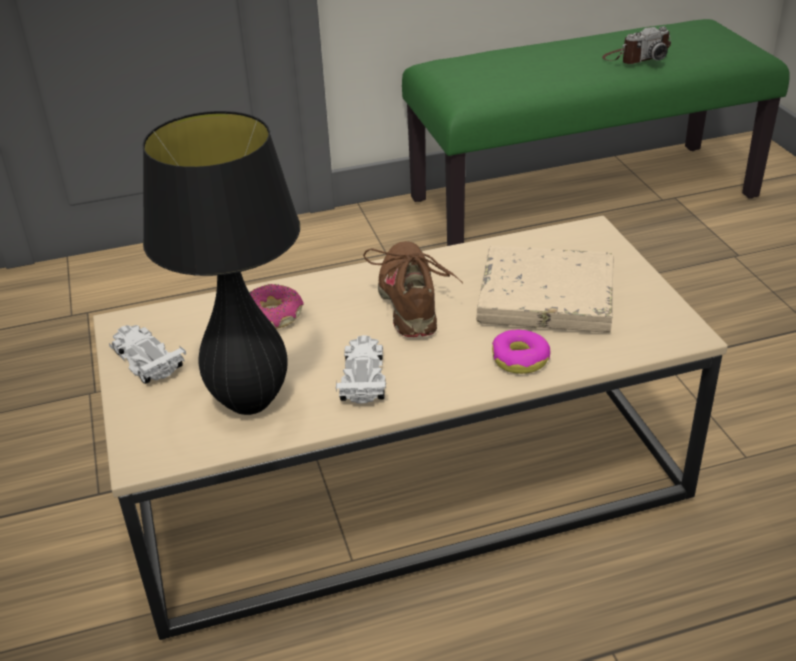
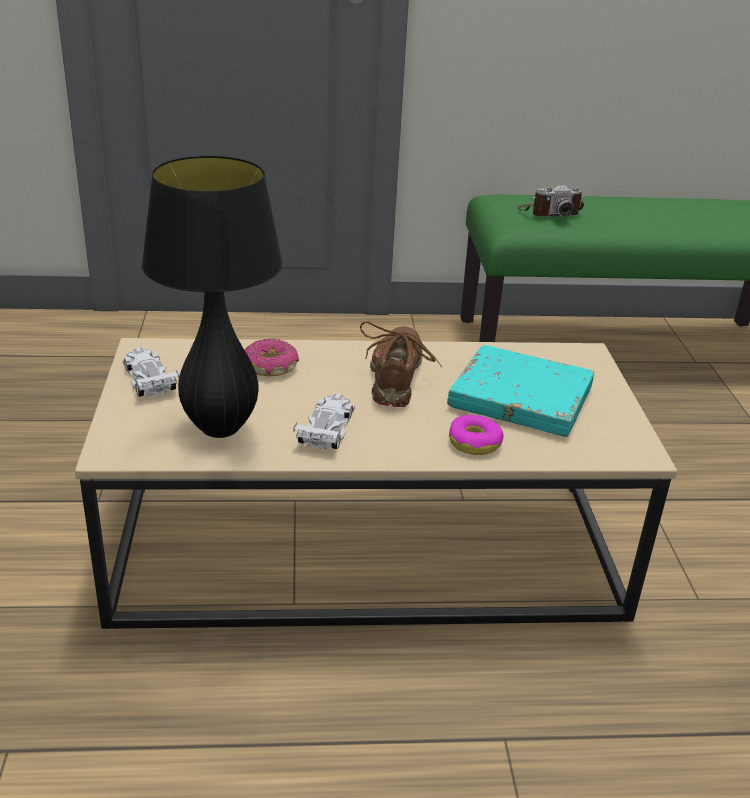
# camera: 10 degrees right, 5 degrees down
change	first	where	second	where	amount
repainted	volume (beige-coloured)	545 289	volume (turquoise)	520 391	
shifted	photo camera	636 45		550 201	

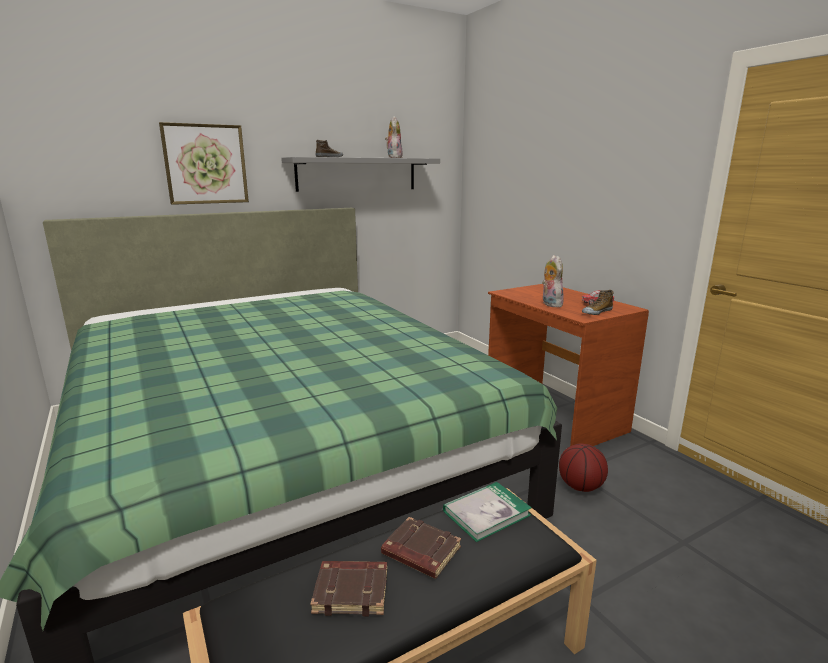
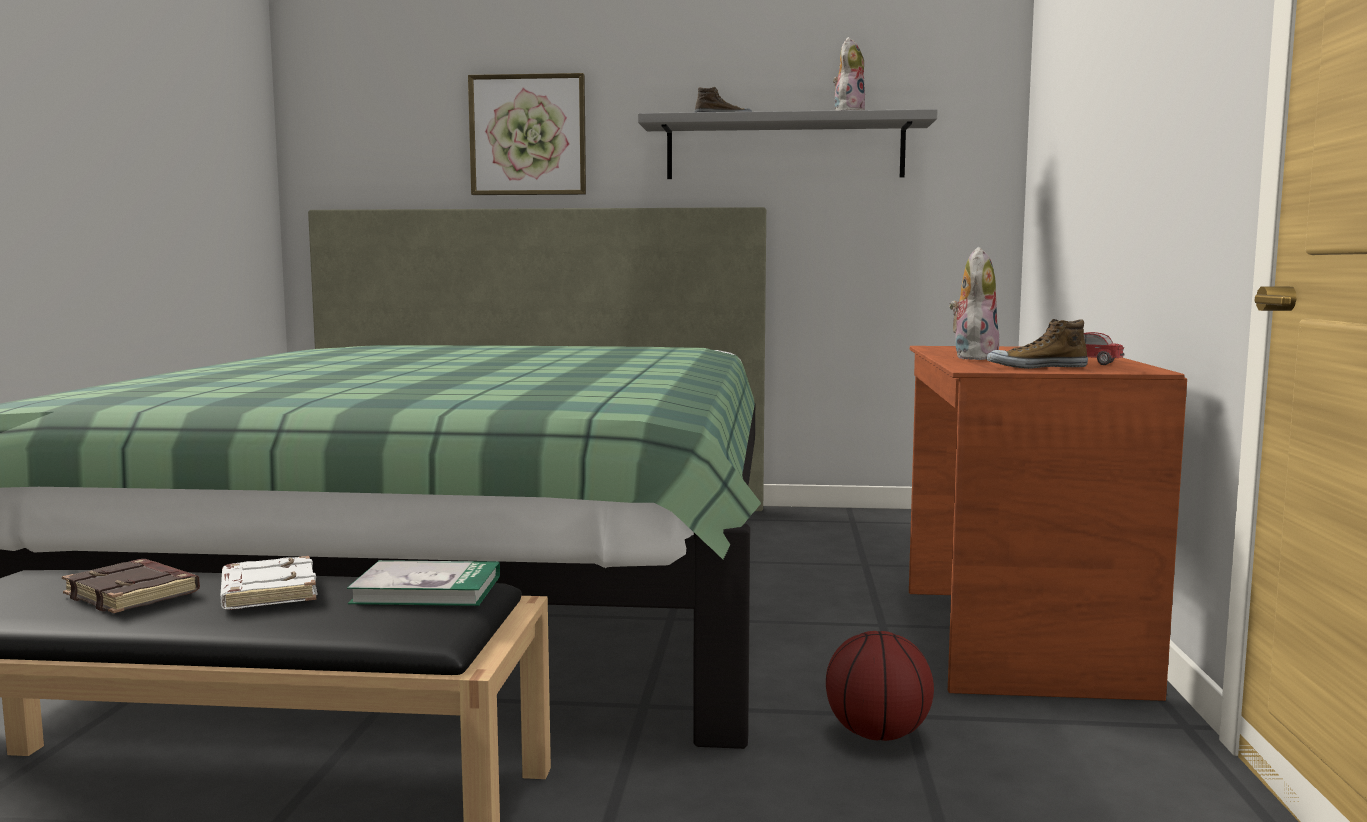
# camera: 35 degrees right, 10 degrees down
change	first	where	second	where	amount
repainted	volume (brown-coloured)	421 548	volume (whitish)	269 583	

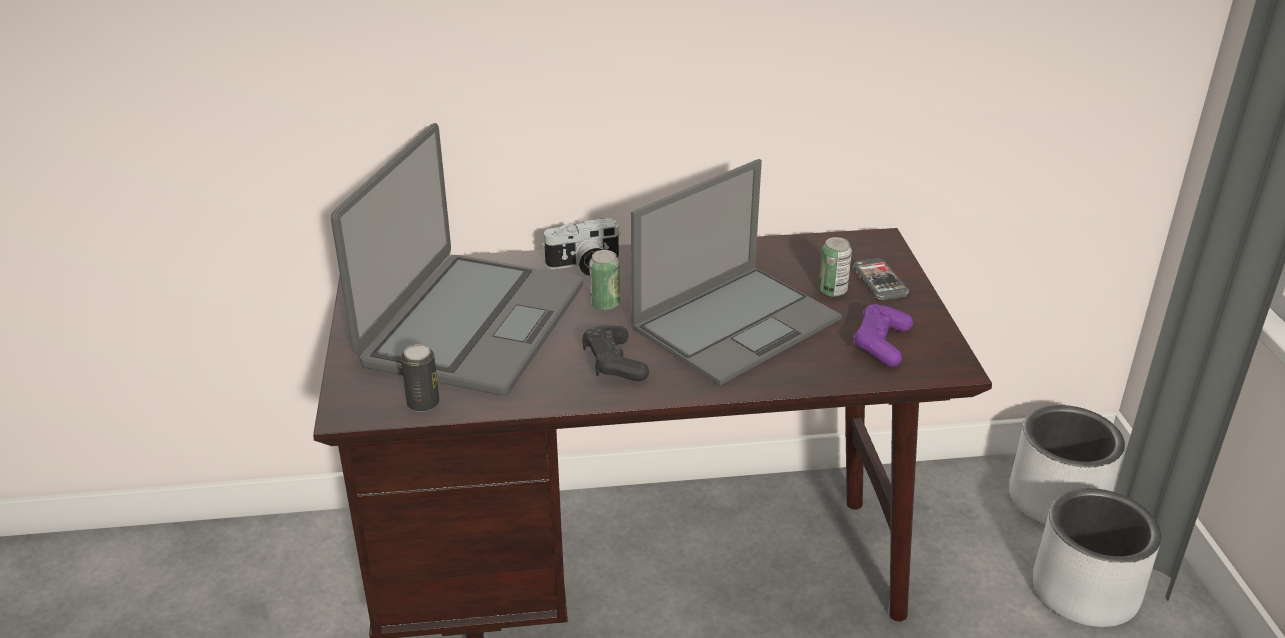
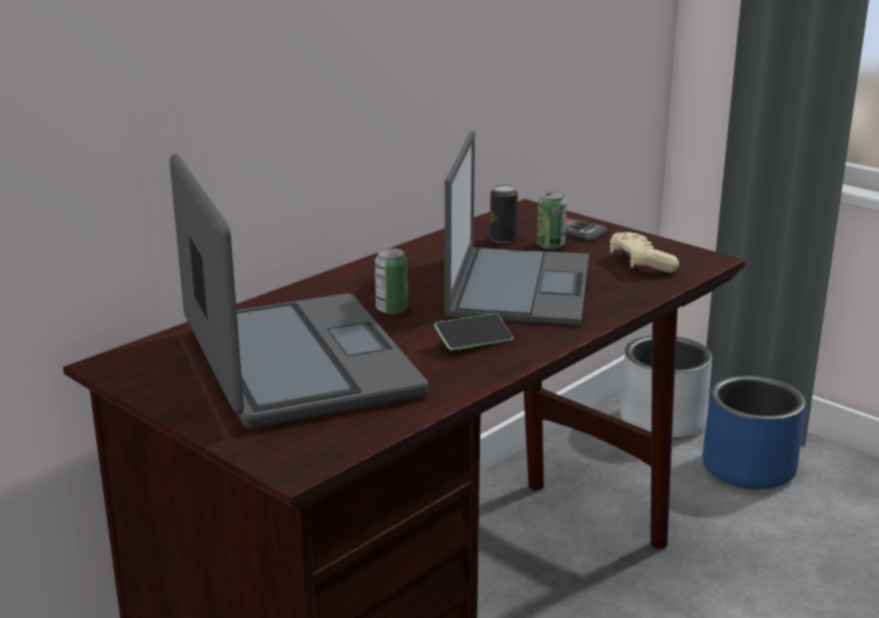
# camera: 40 degrees left, 10 degrees down
change	first	where	second	where	amount
swapped	game controller (blackish)	615 353	phone	473 332	
shifted	sealed can	420 378		504 214	
repainted	game controller (purple-coloured)	883 335	game controller (beige-coloured)	644 252	
repainted	flower pot (greyish)	1097 557	flower pot (blue-coloured)	754 432	
gone	photo camera	581 247			

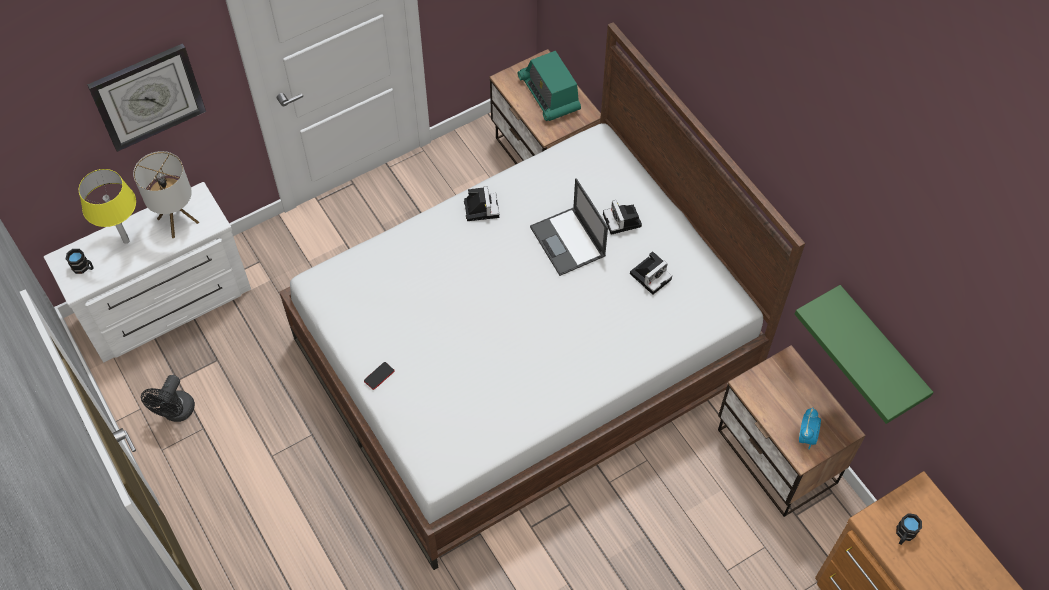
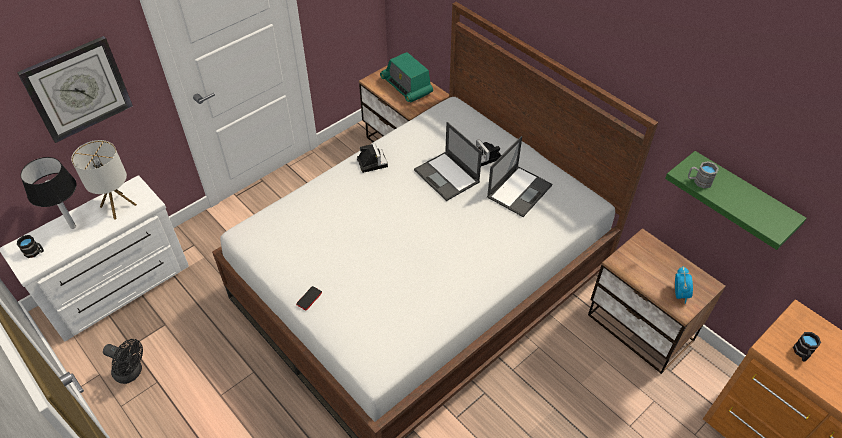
# camera: 10 degrees left, 10 degrees down
change	first	where	second	where	amount
repainted	table lamp (yellow)	107 206	table lamp (blackish)	48 193	
rotated	fan (blackish)	168 398		123 361	75 degrees counterclockwise
swapped	photo camera	651 273	portable computer	519 176	
new			tea mug (greyish)	703 175	

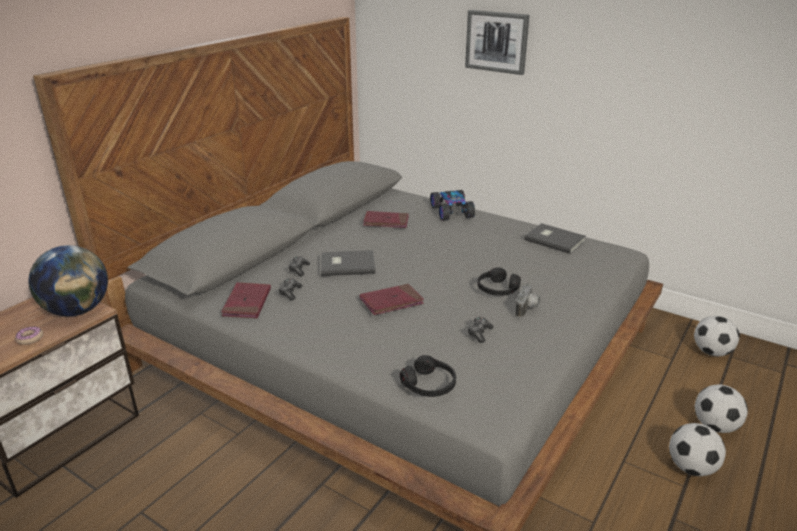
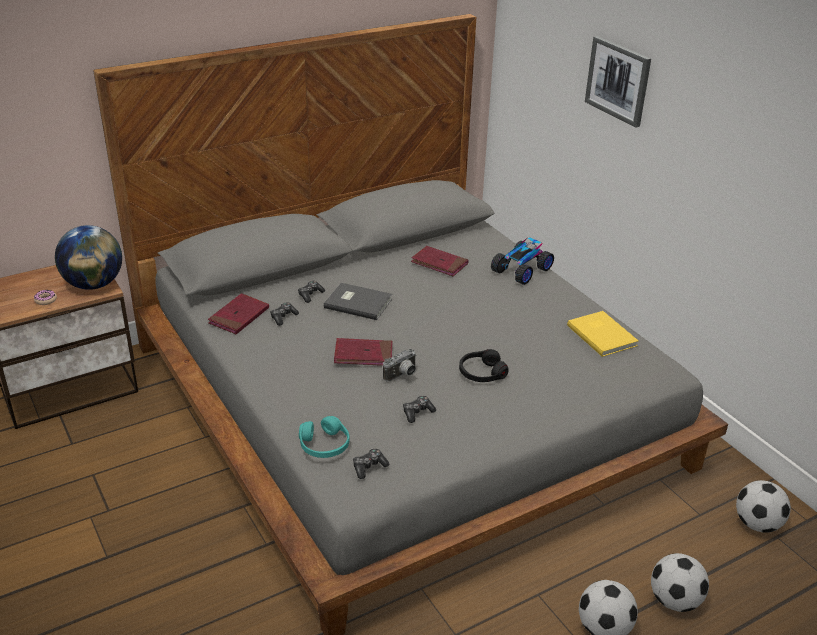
# camera: 25 degrees right, 5 degrees up
change	first	where	second	where	amount
repainted	headset (blackish)	428 376	headset (turquoise)	324 437	
new			game controller	371 464	
shifted	photo camera	528 301		399 365	
rotated	model car	452 205		522 261	150 degrees counterclockwise
repainted	volume (greyish)	555 238	volume (yellow)	603 334	

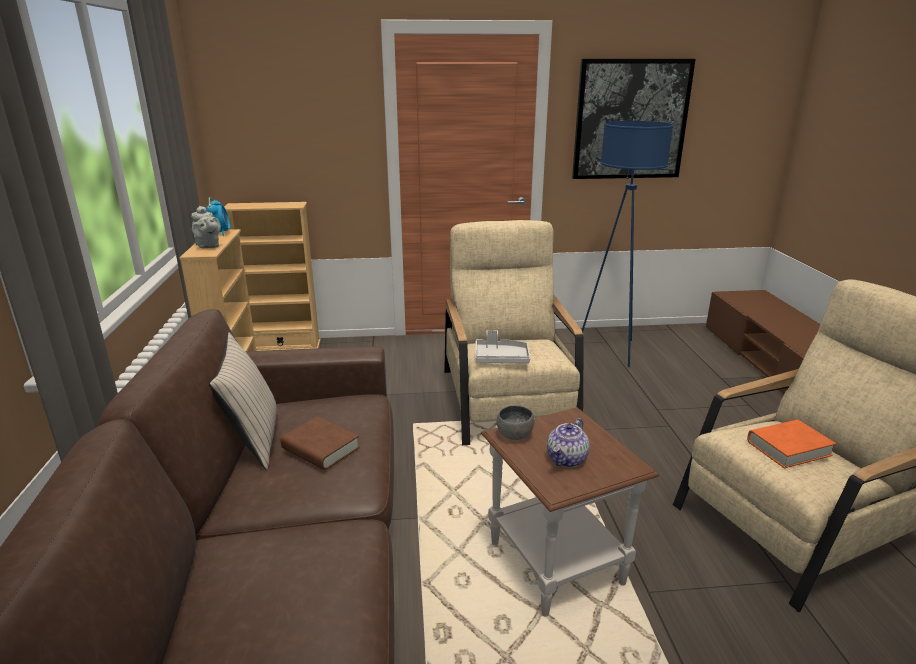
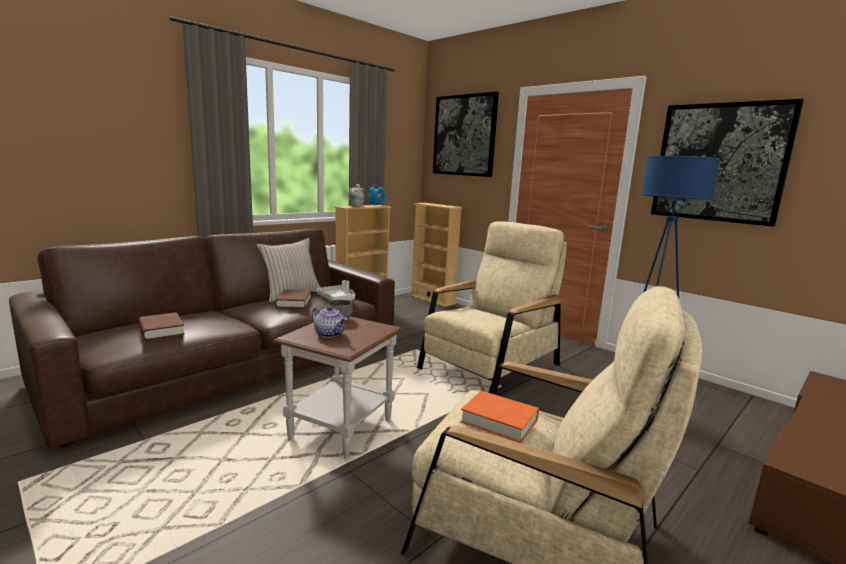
# camera: 50 degrees right, 10 degrees down
change	first	where	second	where	amount
new			volume (brown-coloured)	162 326	
rotated	teapot	568 442		330 322	135 degrees counterclockwise
shifted	serving tray (greyish)	503 346		335 290	
new			picture	466 134	

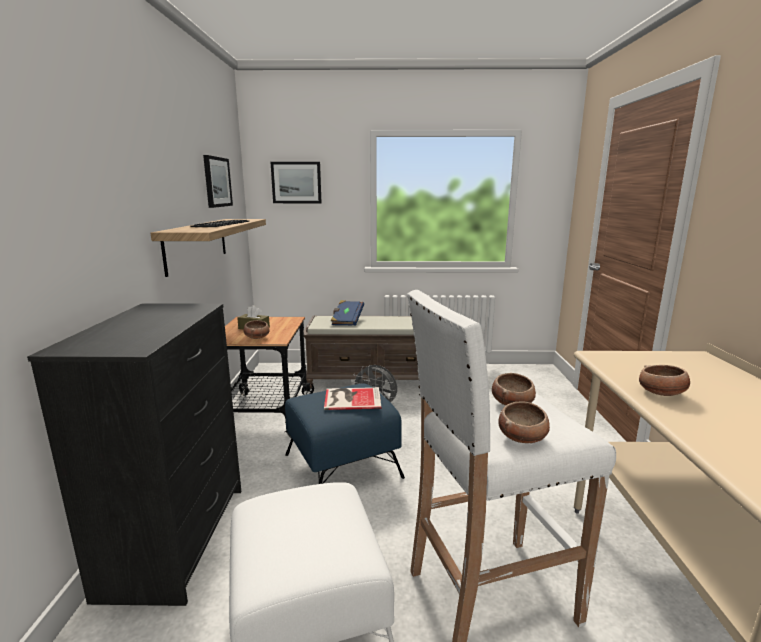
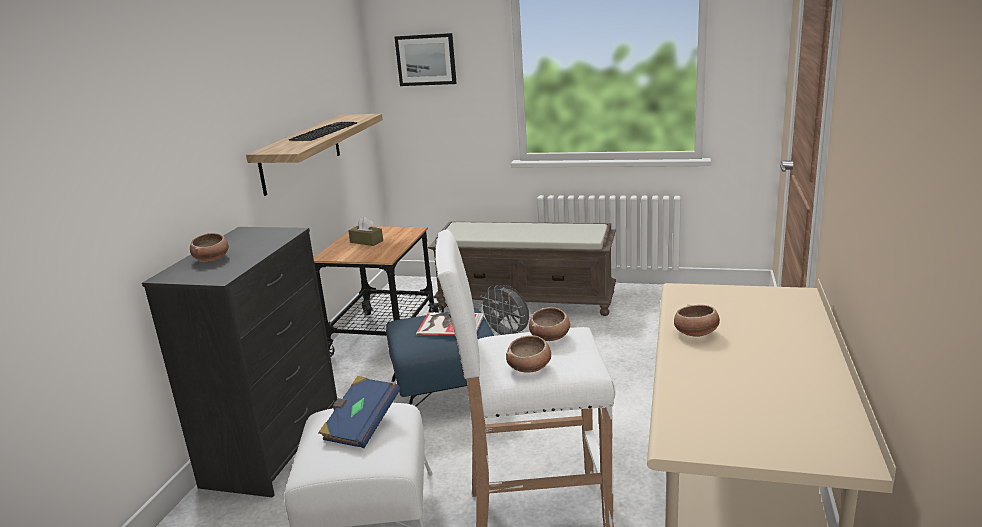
# camera: 15 degrees right, 5 degrees up
change	first	where	second	where	amount
shifted	serving bowl	256 329		209 247	
shifted	volume (blue-coloured)	347 313		359 412	
gone	picture	218 181			

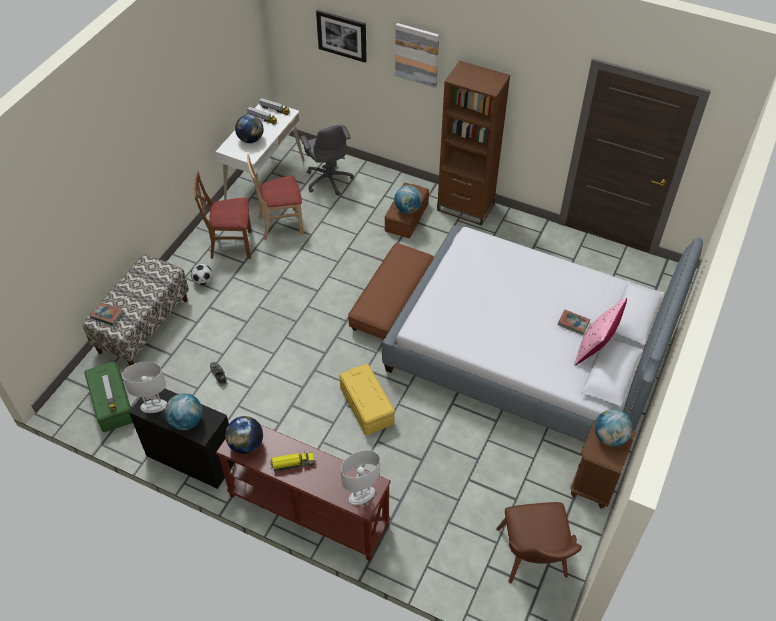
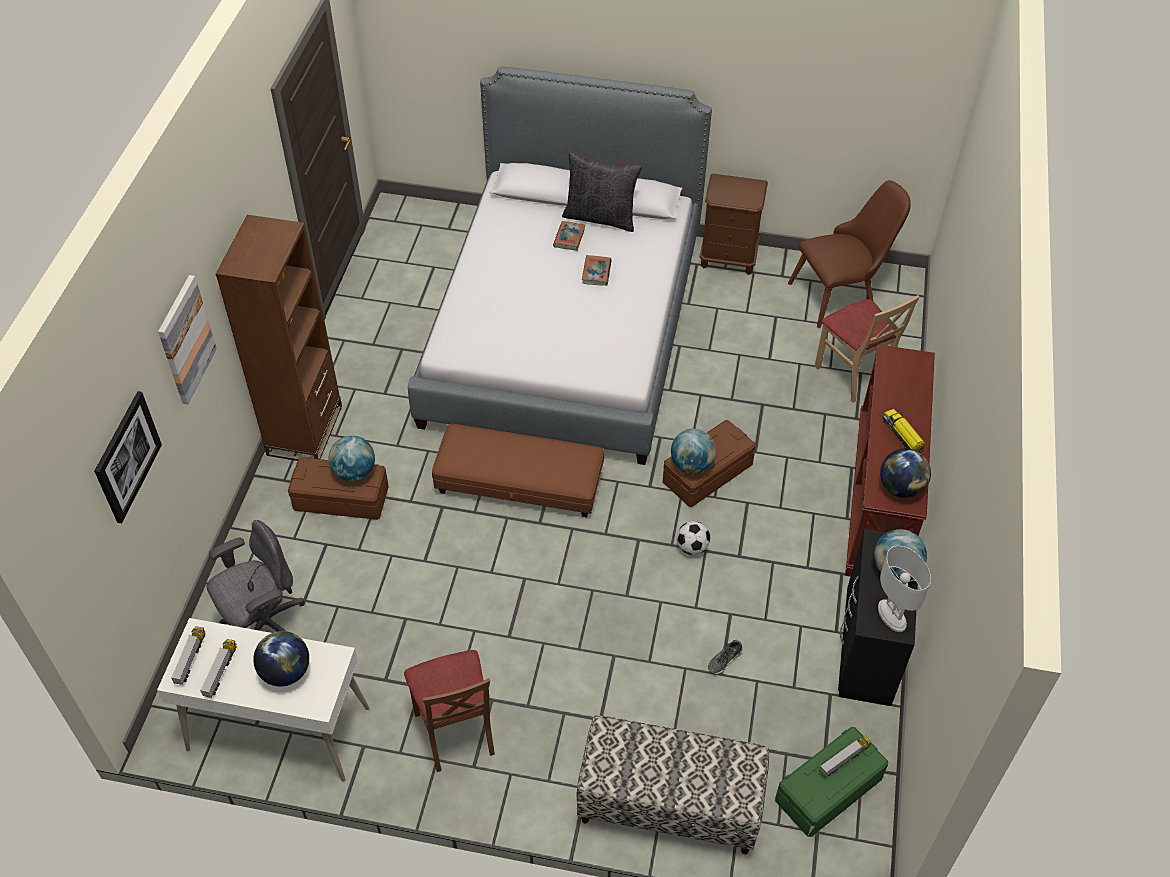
# camera: 105 degrees left, 0 degrees up
change	first	where	second	where	amount
repainted	throw pillow (pink-coloured)	600 331	throw pillow (blackish)	602 192	
shifted	volume	106 314		597 270	
repainted	storage bin (yellow)	367 399	storage bin (brown-coloured)	709 463	
shifted	desk globe	613 427		693 451	
shifted	ball for football	201 274		693 538	
shifted	plain chair (beige-coloured)	275 197		867 349	
gone	table lamp (whitish)	360 477			

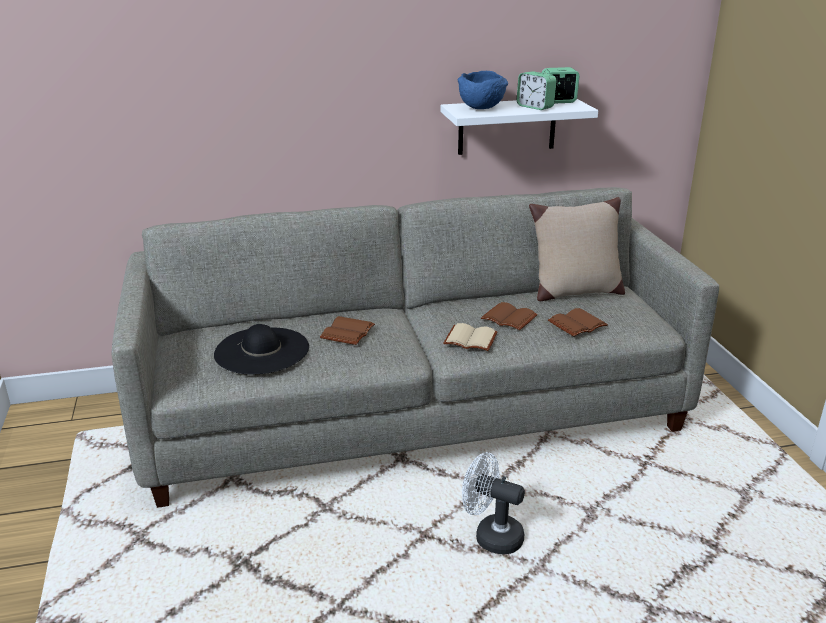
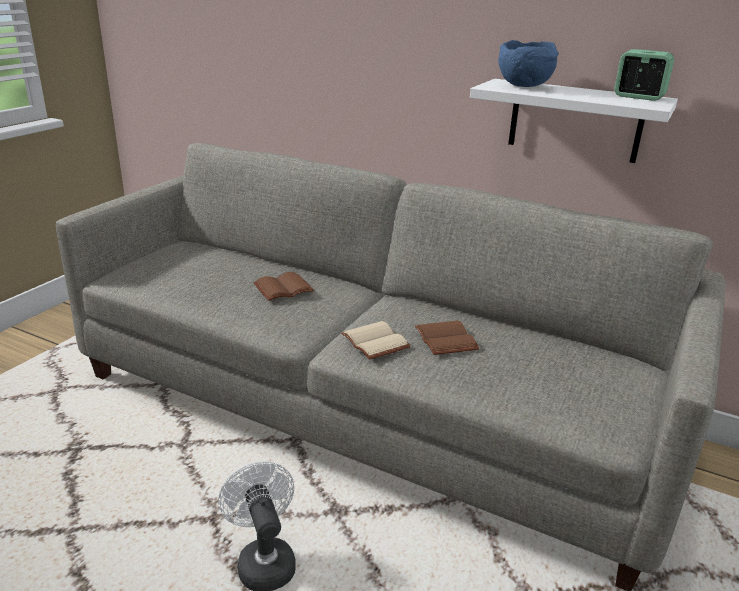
# camera: 40 degrees right, 0 degrees up
change	first	where	second	where	amount
gone	wearable hat (blackish)	261 349			
gone	table clock	537 90			
gone	throw pillow (beige-coloured)	577 249			
gone	volume (brown-coloured)	578 322			

